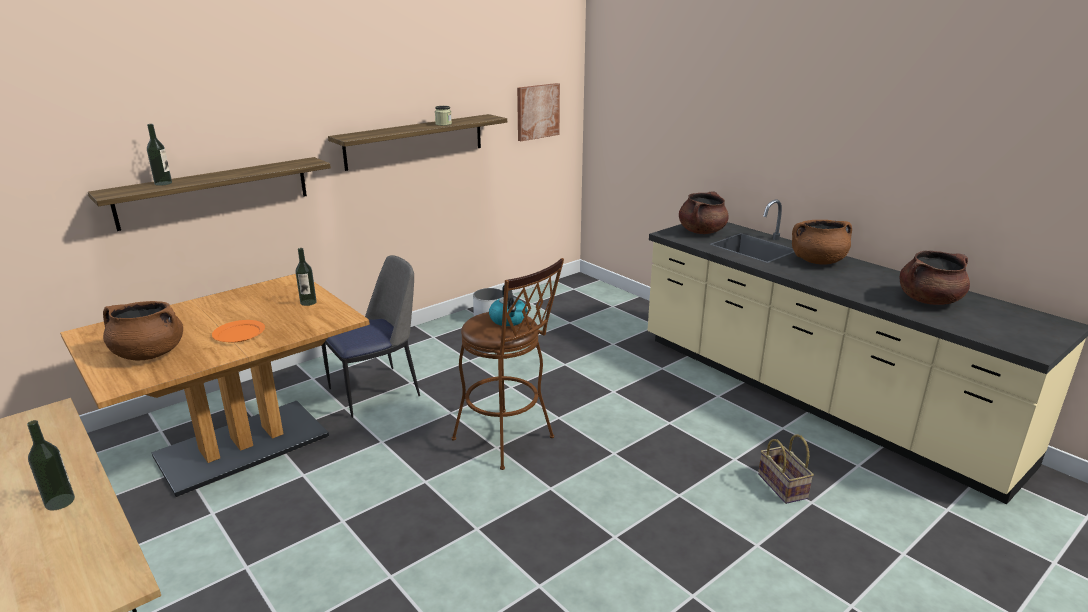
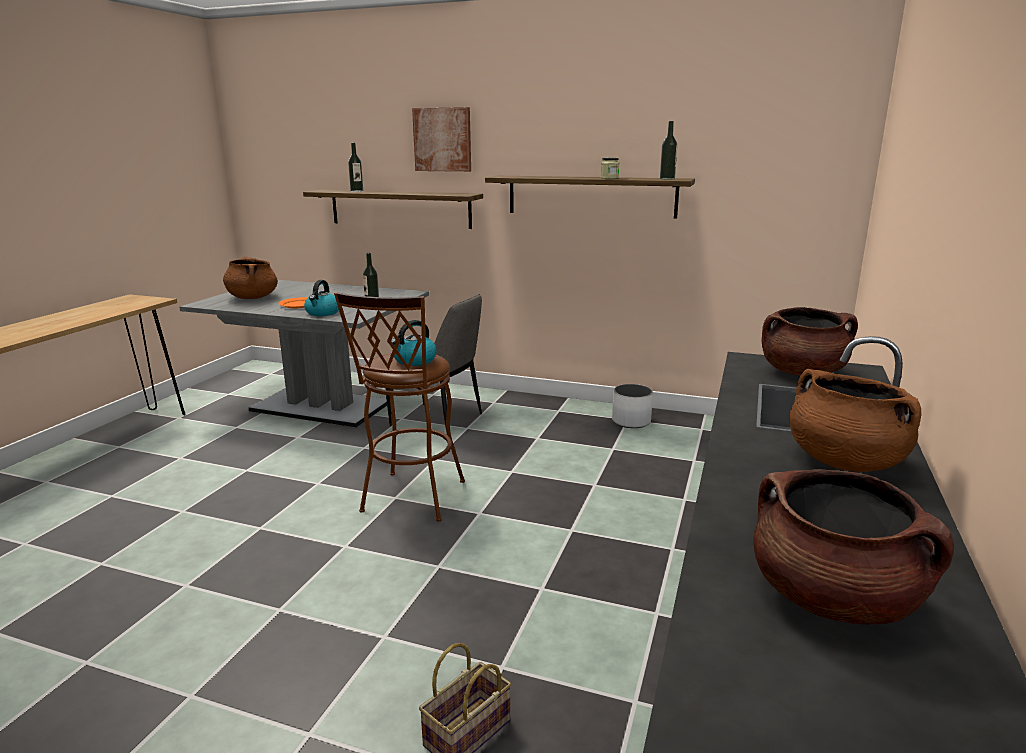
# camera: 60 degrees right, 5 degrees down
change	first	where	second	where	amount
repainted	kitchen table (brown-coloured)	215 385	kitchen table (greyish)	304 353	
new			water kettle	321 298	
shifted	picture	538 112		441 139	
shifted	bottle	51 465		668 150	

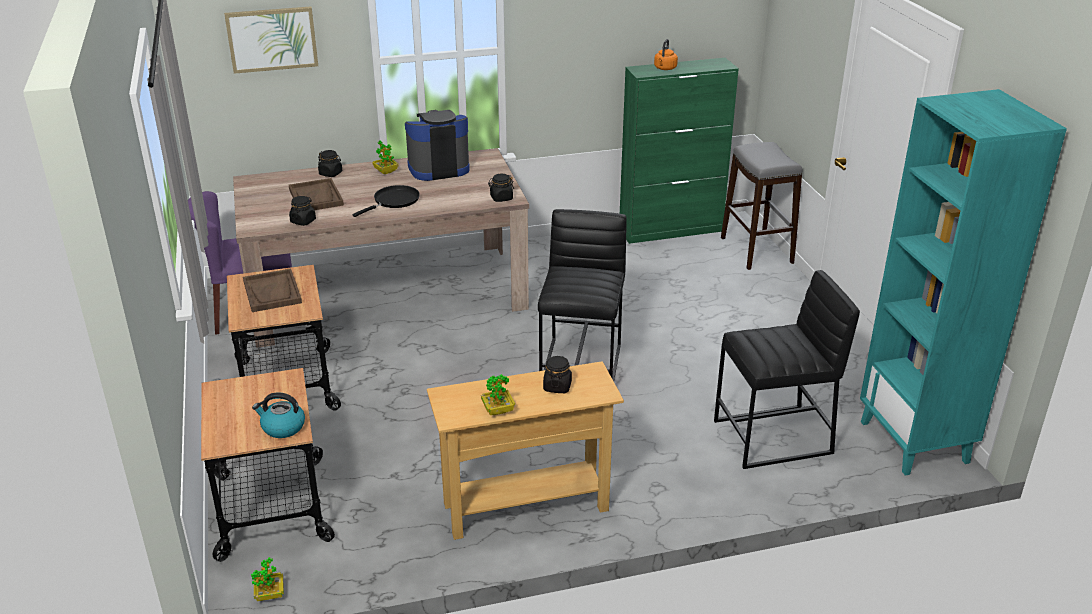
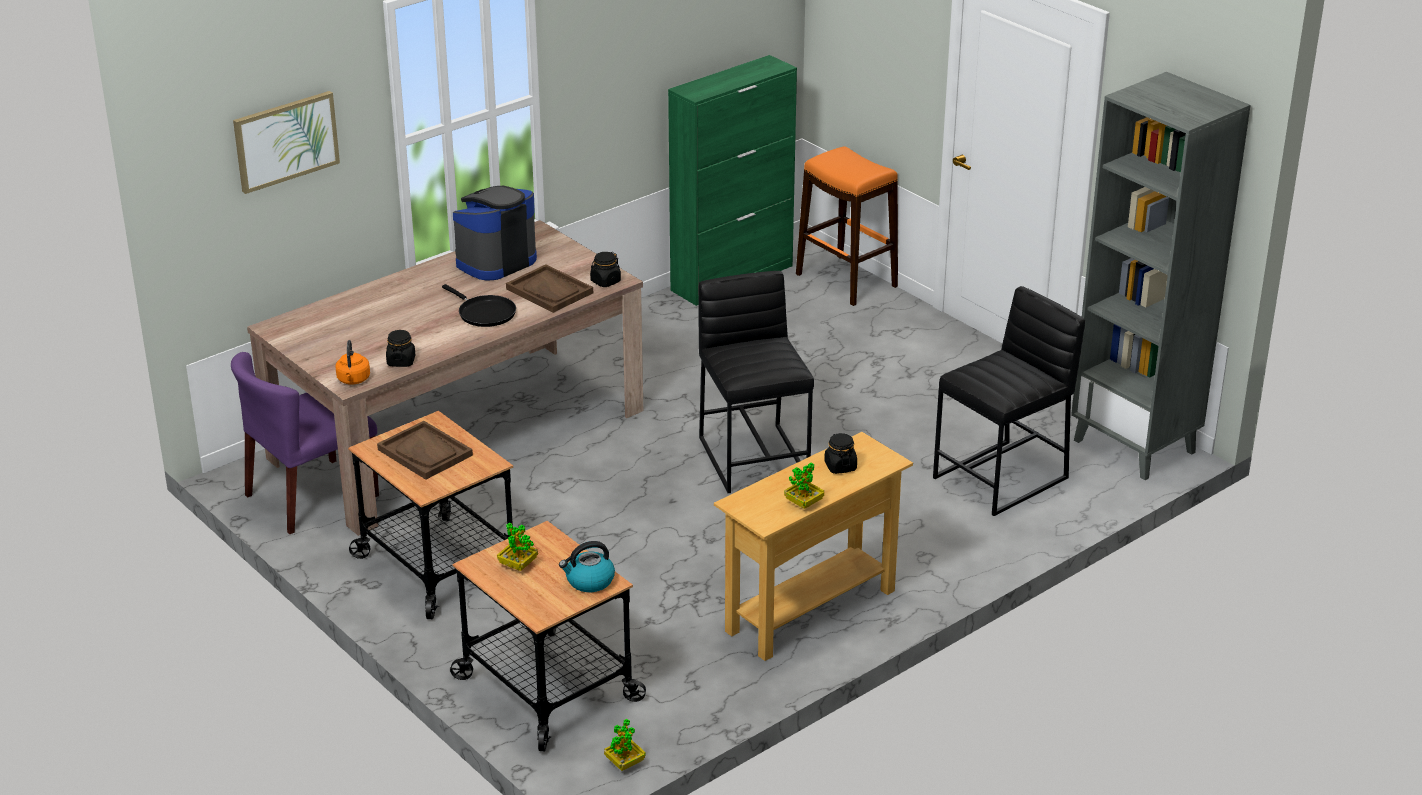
# camera: 25 degrees left, 0 degrees up
change	first	where	second	where	amount
shifted	water kettle (orange-coloured)	666 54		352 362	
rotated	skillet (blackish)	386 201		479 305	120 degrees clockwise
shifted	houseplant	385 157		517 547	
shifted	serving tray (brown-coloured)	316 194		549 288	
repainted	stool seat (greyish)	762 206	stool seat (orange-coloured)	847 226	
repainted	bookcase (turquoise)	963 282	bookcase (greyish)	1161 276	
gone	storage jar (blackish)	330 163			

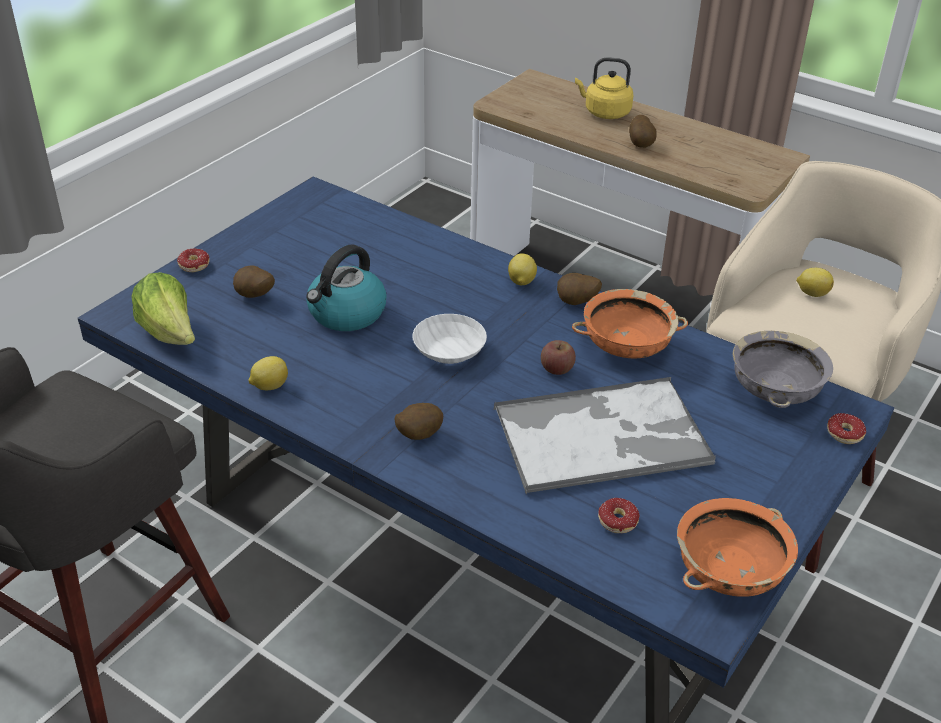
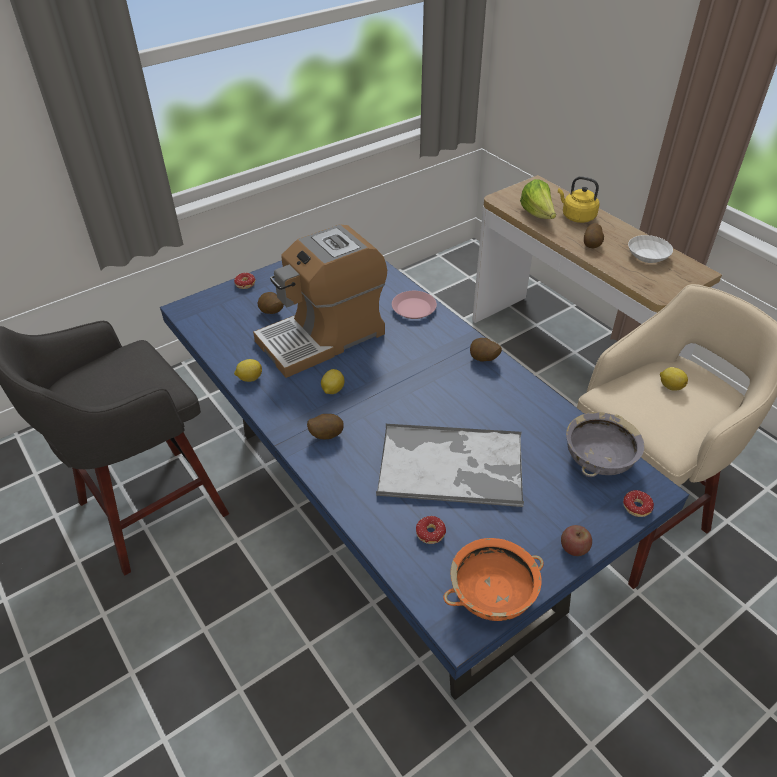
# camera: 20 degrees right, 5 degrees up
change	first	where	second	where	amount
swapped	water kettle	346 288	coffee maker	320 301	
shifted	citrus fruit	522 269		332 381	
new			plate (pink-coloured)	414 305	
shifted	lettuce	163 308		538 199	
shifted	apple fruit	558 357		576 540	
shifted	serving bowl (whitish)	450 339		650 249	
gone	serving bowl (orange-coloured)	630 323			

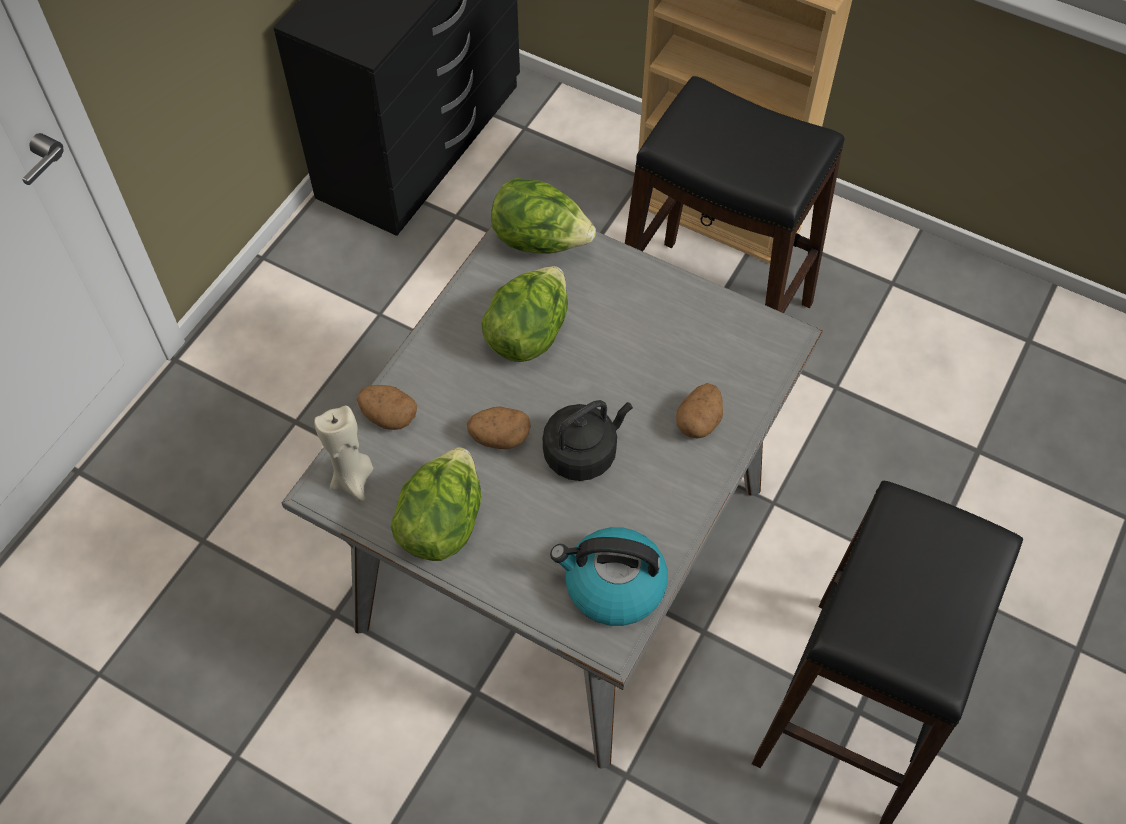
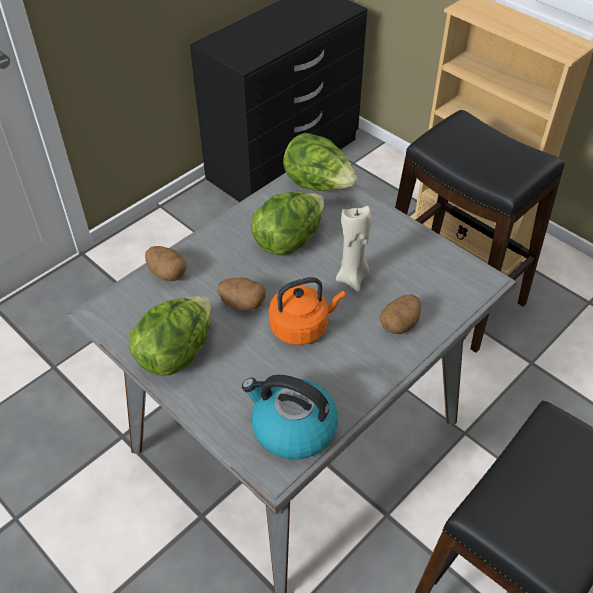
# camera: 15 degrees right, 10 degrees down
change	first	where	second	where	amount
repainted	water kettle (blackish)	588 440	water kettle (orange-coloured)	307 311	
shifted	wax light (beige-coloured)	343 453		354 249	

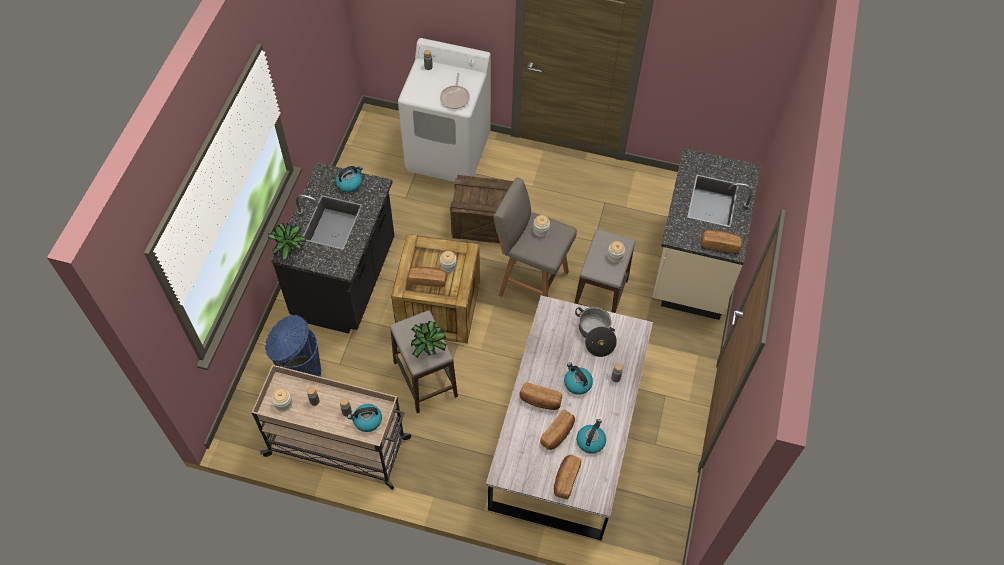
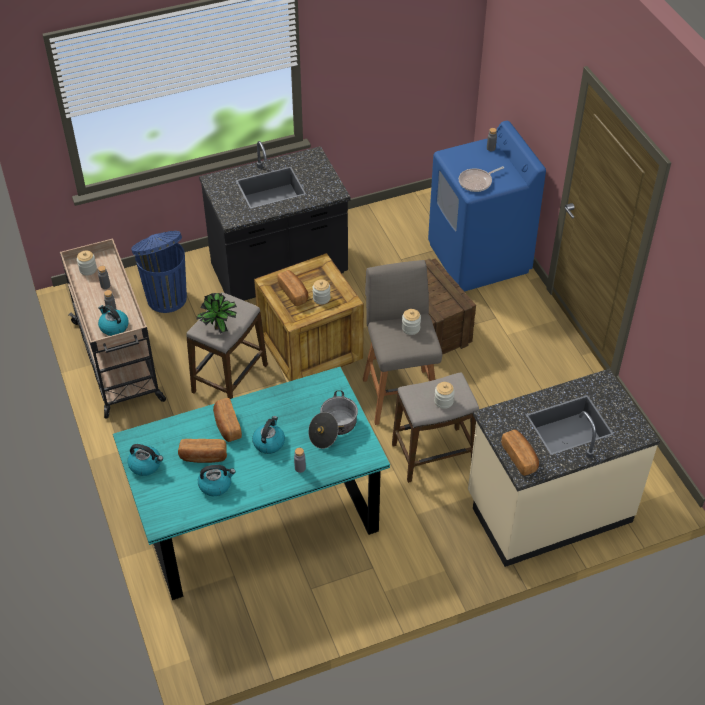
# camera: 55 degrees right, 10 degrees down
change	first	where	second	where	amount
repainted	kitchen table (greyish)	569 417	kitchen table (turquoise)	251 483	
shifted	water kettle	349 179		145 460	
repainted	washing machine (whitish)	444 110	washing machine (blue-coloured)	487 206	
gone	houseplant	287 241			
gone	baked bread	567 477			

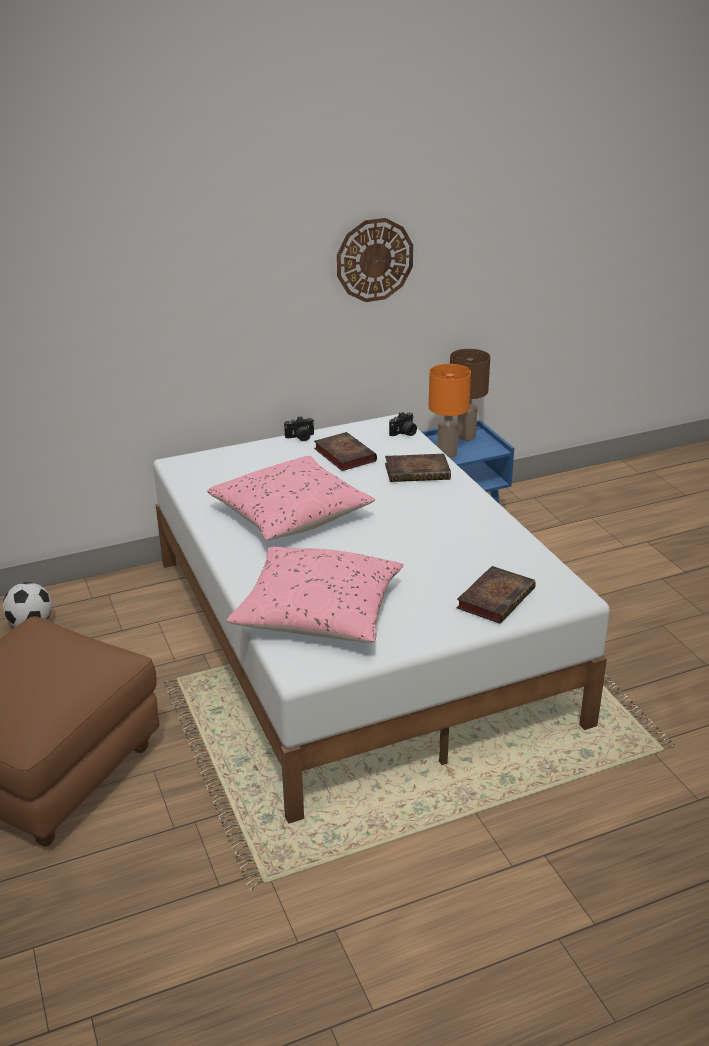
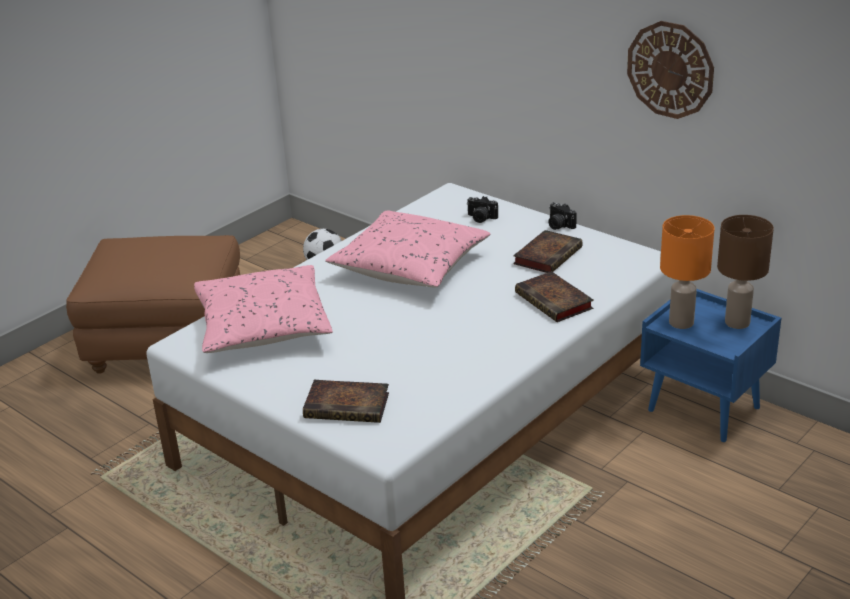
# camera: 65 degrees right, 0 degrees up
change	first	where	second	where	amount
shifted	photo camera	403 424		482 209	

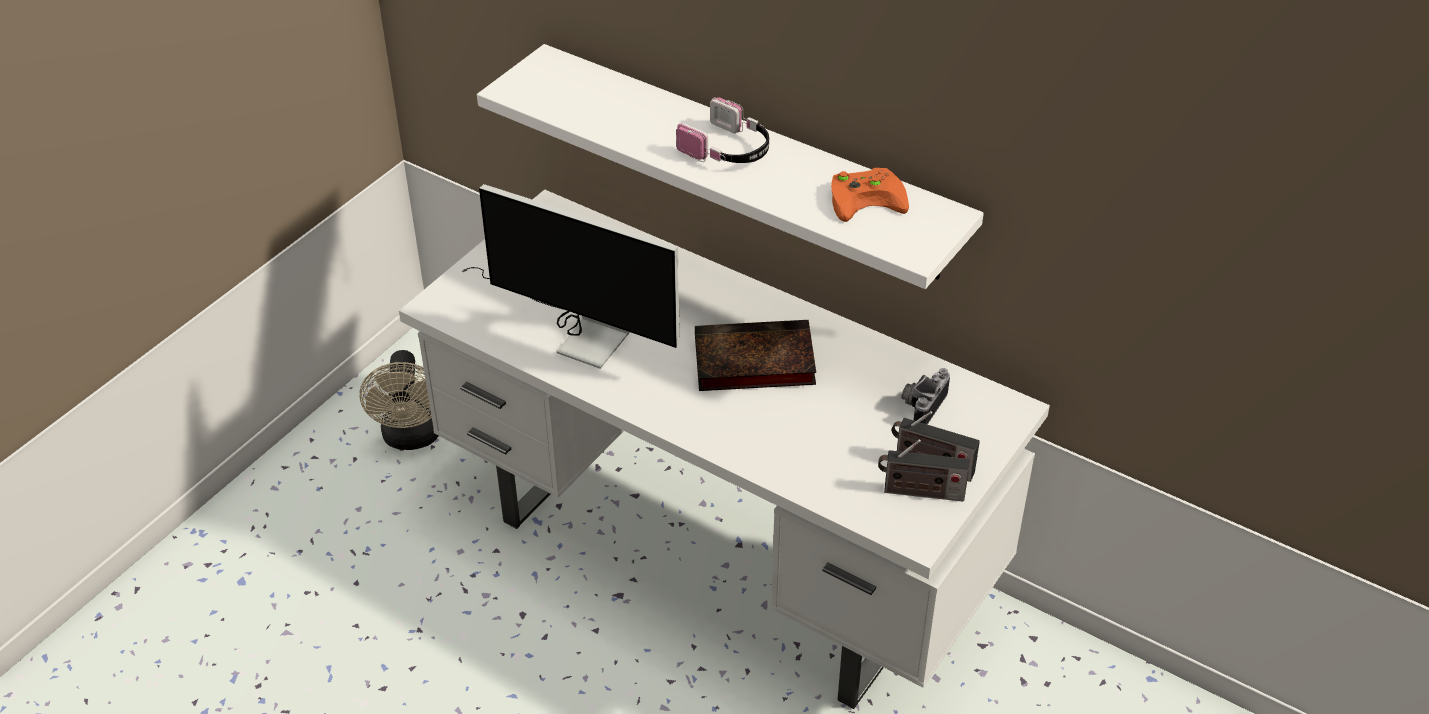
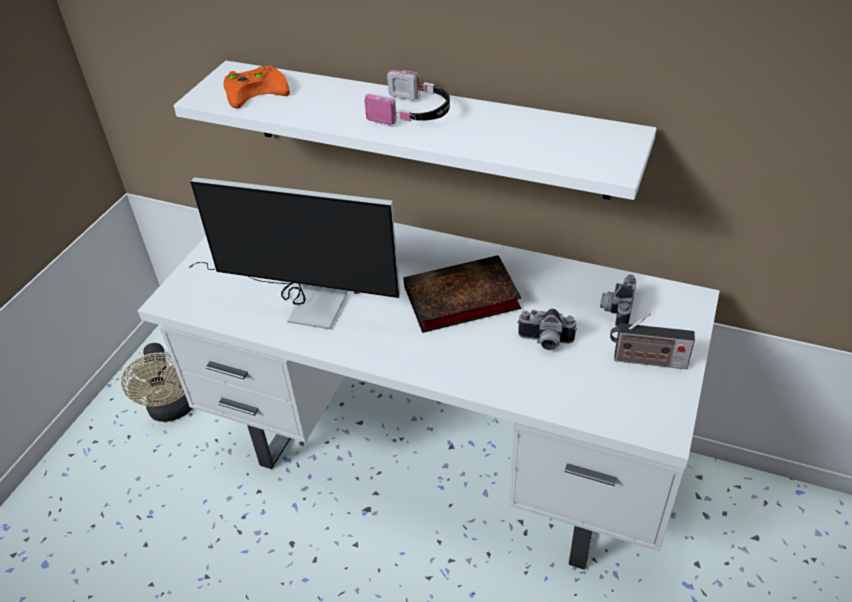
# camera: 10 degrees left, 0 degrees up
change	first	where	second	where	amount
shifted	game controller (orange-coloured)	870 195		256 87	
new			photo camera	547 329	
gone	radio set	924 470			

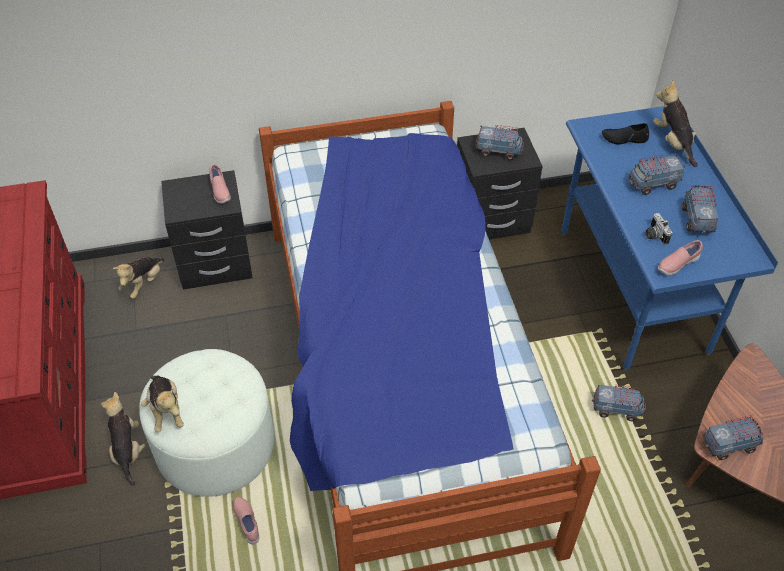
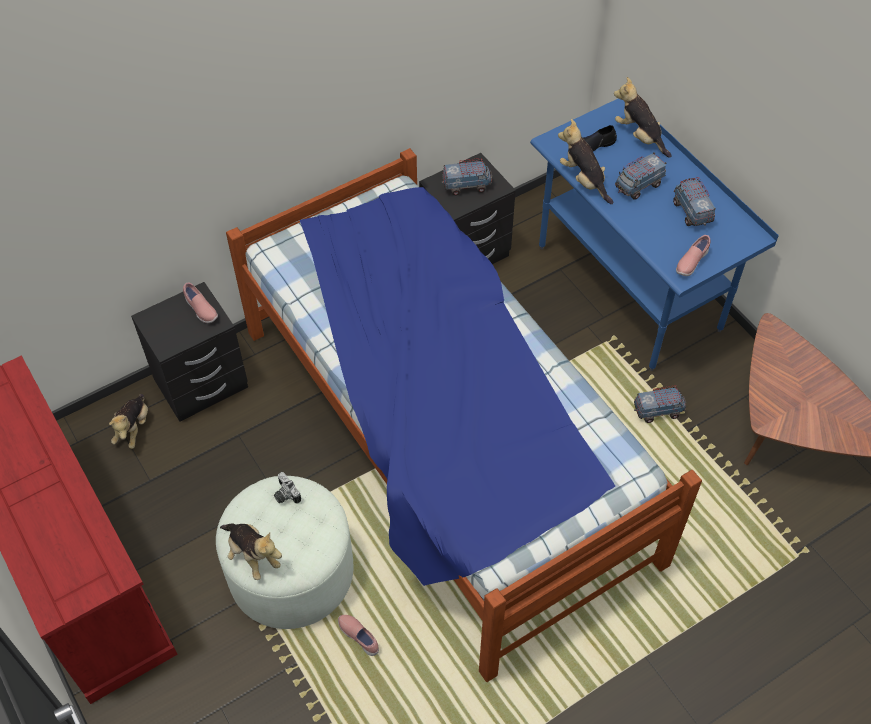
# camera: 20 degrees left, 5 degrees up
change	first	where	second	where	amount
shifted	photo camera	658 229		287 487	
shifted	plush toy	123 439		585 161	
gone	toy truck	733 437			

